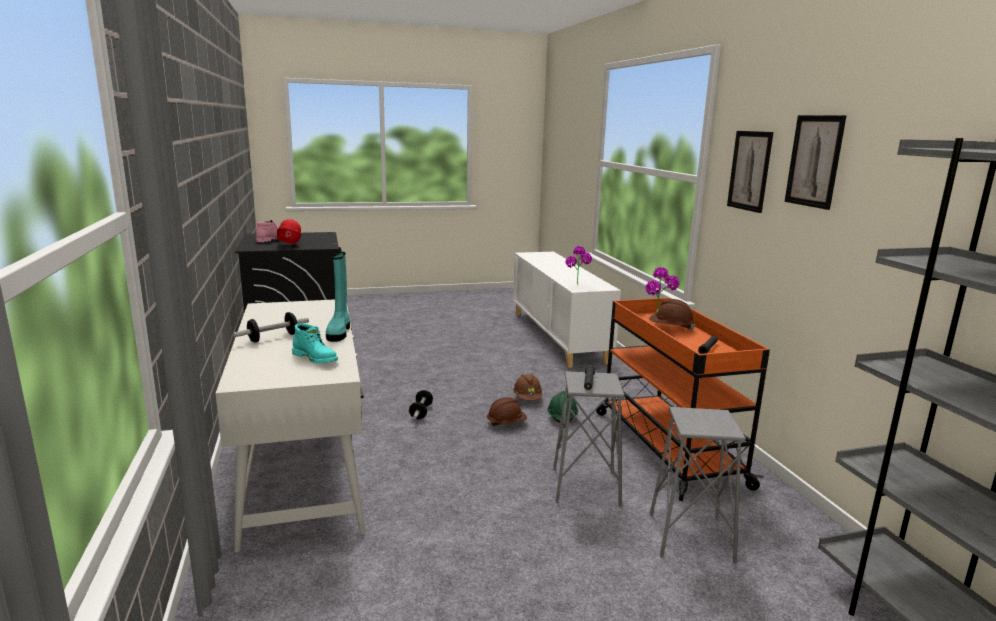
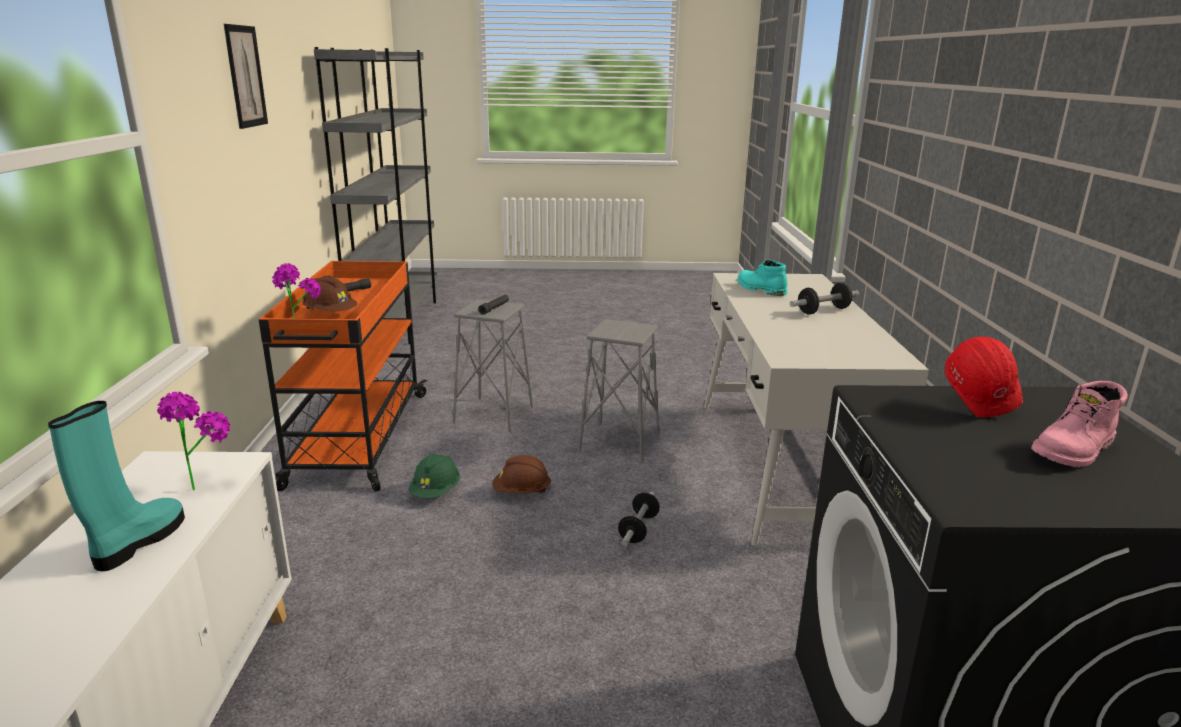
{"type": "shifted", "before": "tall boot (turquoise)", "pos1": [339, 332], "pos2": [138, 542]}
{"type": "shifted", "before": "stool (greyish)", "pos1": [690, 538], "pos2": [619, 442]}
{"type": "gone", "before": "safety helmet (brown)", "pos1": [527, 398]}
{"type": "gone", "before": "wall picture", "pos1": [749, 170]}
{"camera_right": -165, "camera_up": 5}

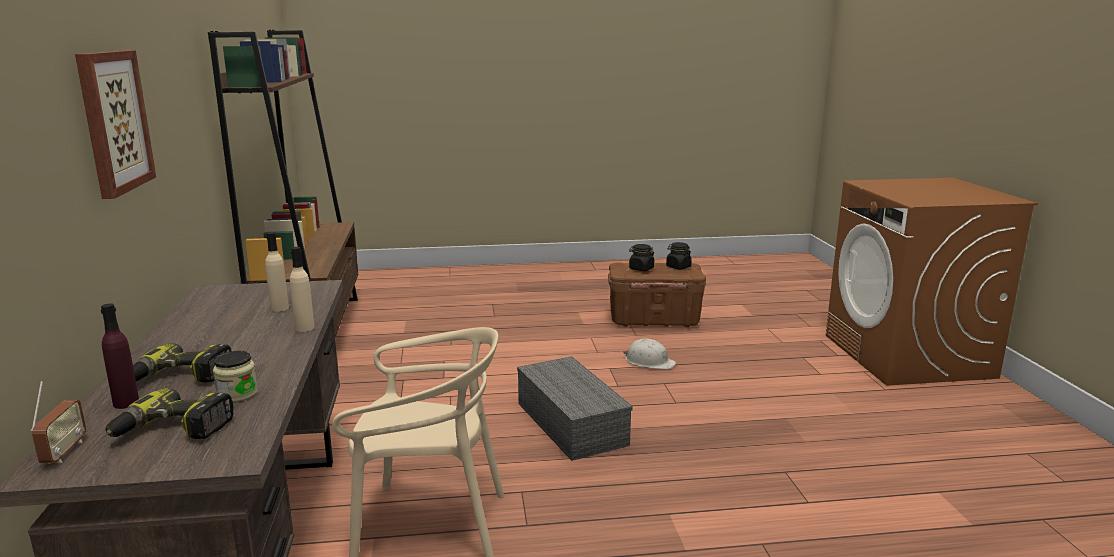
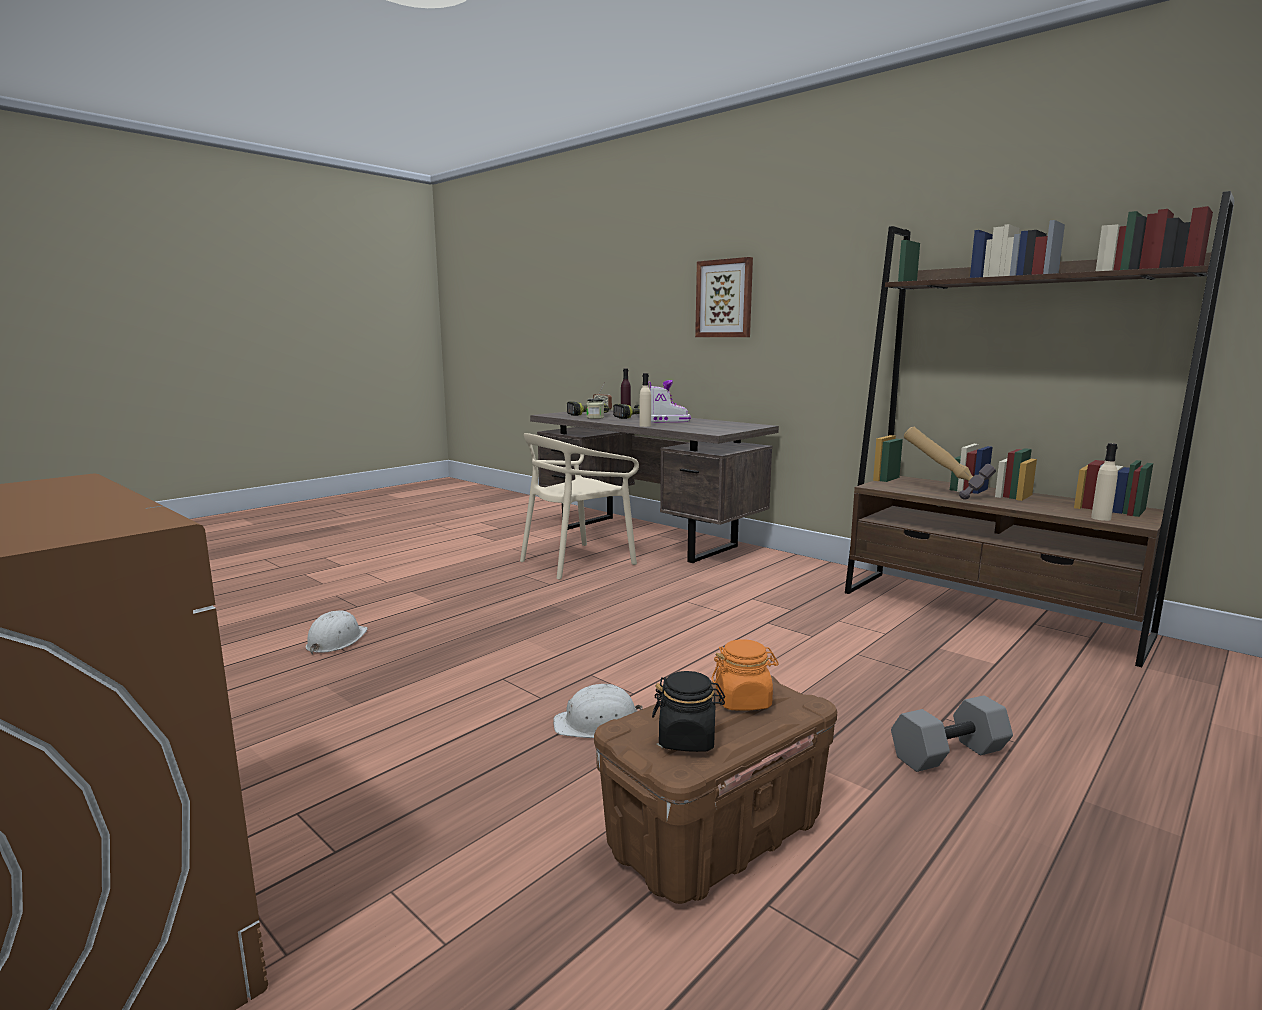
{"type": "new", "after": "safety helmet (white-coloured)", "pos2": [336, 640]}
{"type": "new", "after": "tall boot", "pos2": [667, 421]}
{"type": "repainted", "before": "jar (black)", "after": "jar (orange-coloured)", "pos1": [641, 269], "pos2": [743, 701]}
{"type": "new", "after": "free weight (greyish)", "pos2": [949, 755]}
{"type": "new", "after": "hammer", "pos2": [944, 494]}
{"type": "shifted", "before": "drink bottle (sand-coloured)", "pos1": [279, 308], "pos2": [1101, 518]}
{"type": "gone", "before": "storage container (greyish)", "pos1": [569, 423]}
{"camera_right": 140, "camera_up": -5}

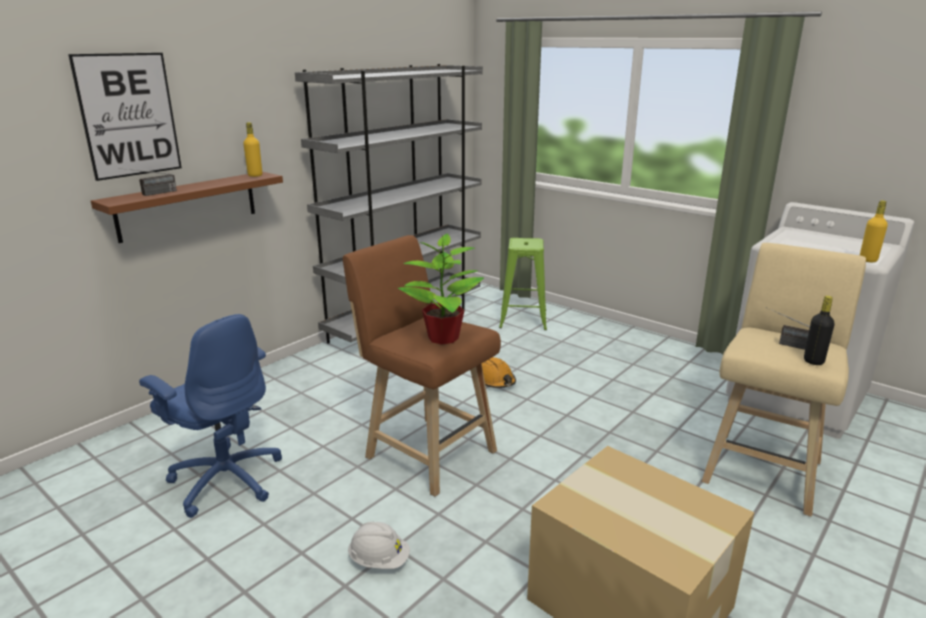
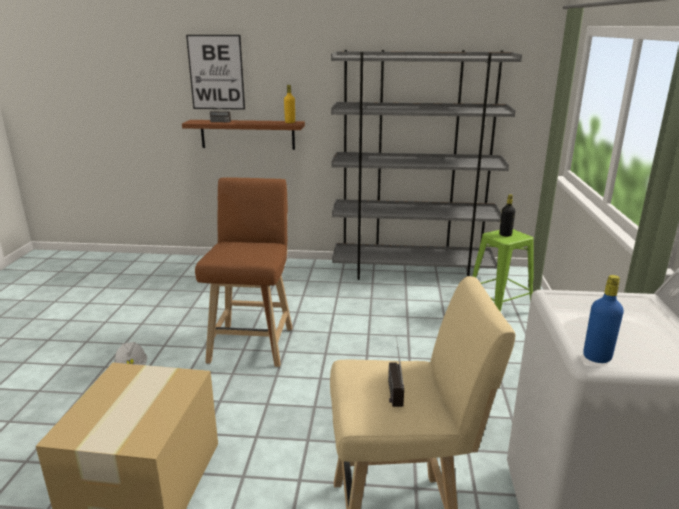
{"type": "shifted", "before": "drink bottle (black)", "pos1": [813, 361], "pos2": [505, 234]}
{"type": "repainted", "before": "drink bottle (yellowish)", "after": "drink bottle (blue-coloured)", "pos1": [868, 260], "pos2": [597, 357]}
{"type": "gone", "before": "computer chair (blue-coloured)", "pos1": [226, 479]}
{"type": "gone", "before": "plant in a pot", "pos1": [442, 338]}
{"type": "gone", "before": "safety helmet (orange-coloured)", "pos1": [495, 381]}
{"camera_right": 55, "camera_up": 0}

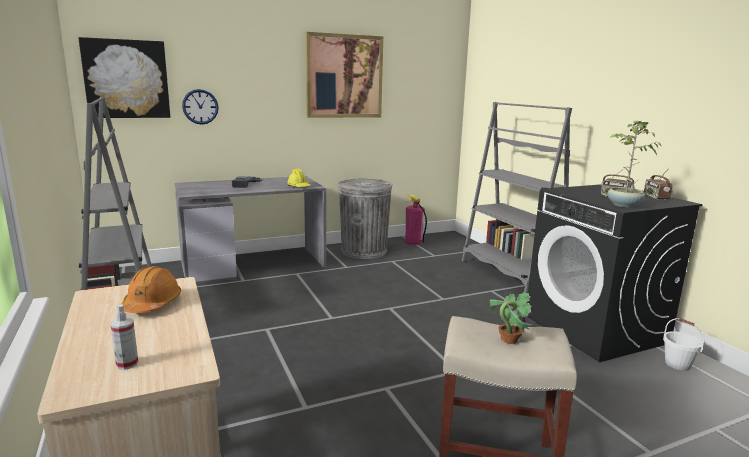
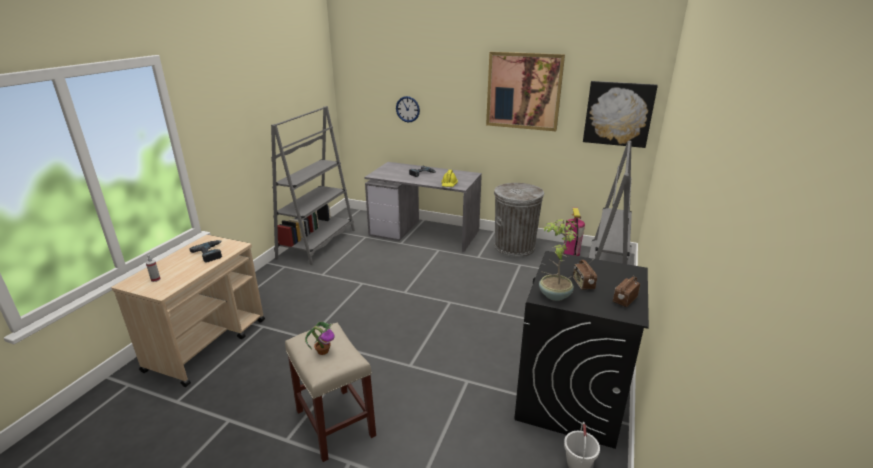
{"type": "swapped", "before": "safety helmet (orange-coloured)", "after": "power drill", "pos1": [152, 304], "pos2": [211, 253]}
{"type": "shifted", "before": "wall picture", "pos1": [126, 79], "pos2": [618, 114]}
{"camera_right": 45, "camera_up": 10}

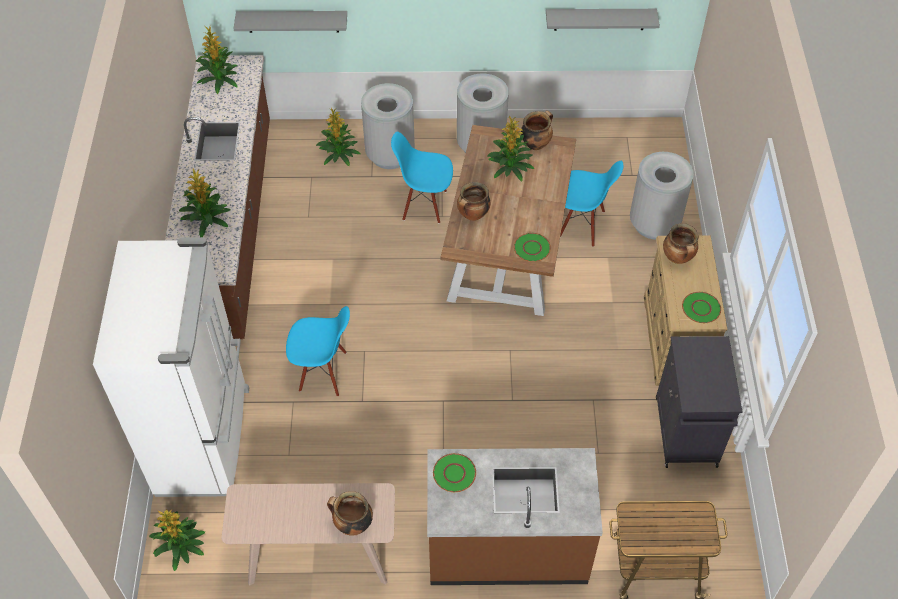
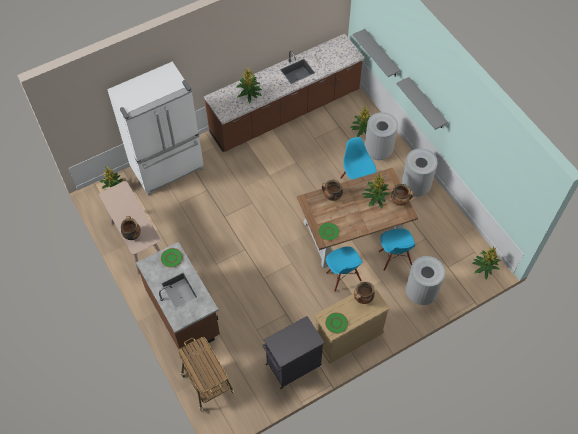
{"type": "shifted", "before": "plain chair (blue-coloured)", "pos1": [323, 372], "pos2": [343, 277]}
{"type": "shifted", "before": "bracket shelf (greyish)", "pos1": [599, 19], "pos2": [427, 104]}
{"type": "shifted", "before": "plant in a pot", "pos1": [219, 79], "pos2": [484, 267]}
{"camera_right": 60, "camera_up": 5}

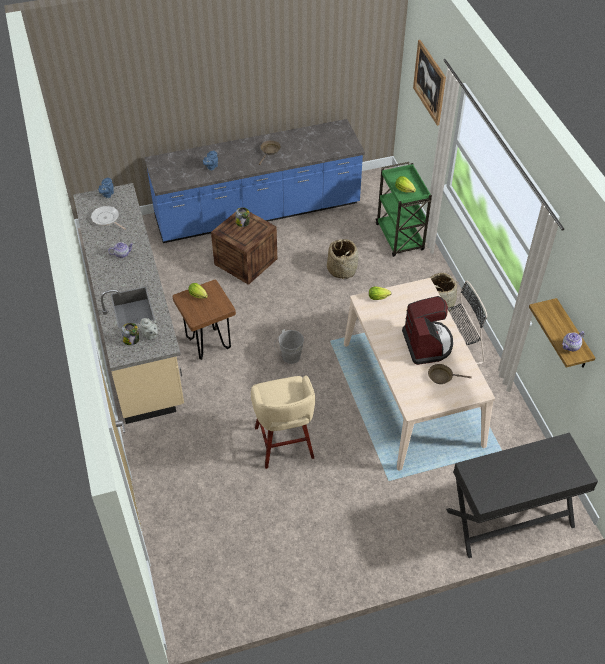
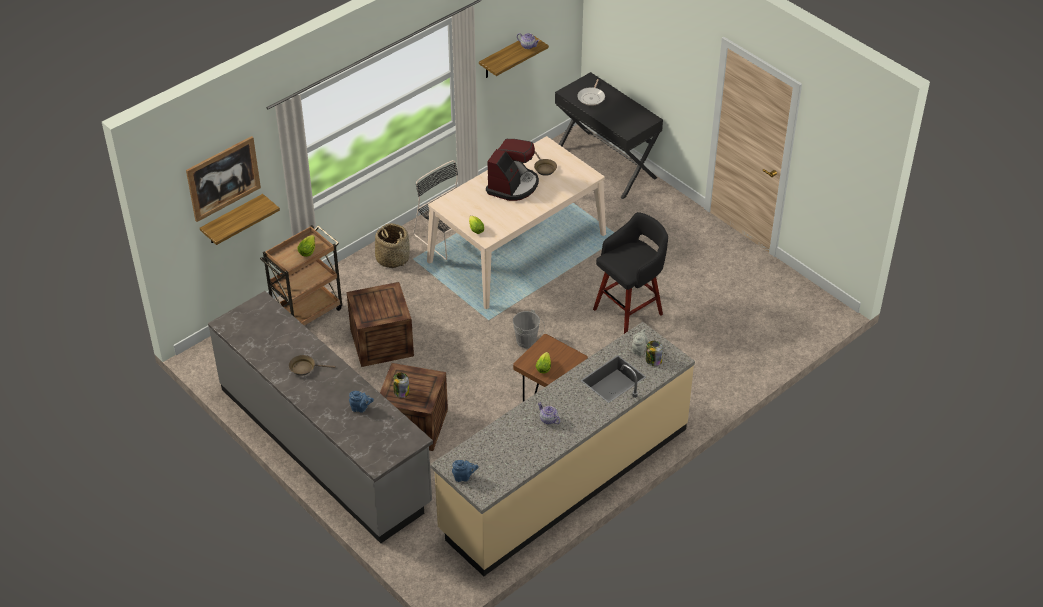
{"type": "new", "after": "bracket shelf", "pos2": [233, 220]}
{"type": "repainted", "before": "counter (blue-coloured)", "after": "counter (greyish)", "pos1": [257, 212], "pos2": [325, 446]}
{"type": "repainted", "before": "trolley (green)", "after": "trolley (brown)", "pos1": [400, 238], "pos2": [307, 312]}
{"type": "swapped", "before": "basket", "after": "shipping crate", "pos1": [342, 269], "pos2": [381, 342]}
{"type": "rotated", "before": "coffee maker", "pos1": [427, 344], "pos2": [513, 185], "turn": 150}
{"type": "shifted", "before": "skillet", "pos1": [106, 219], "pos2": [591, 97]}
{"type": "repainted", "before": "stool (sand-coloured)", "after": "stool (black)", "pos1": [284, 444], "pos2": [630, 311]}
{"camera_right": -115, "camera_up": -5}

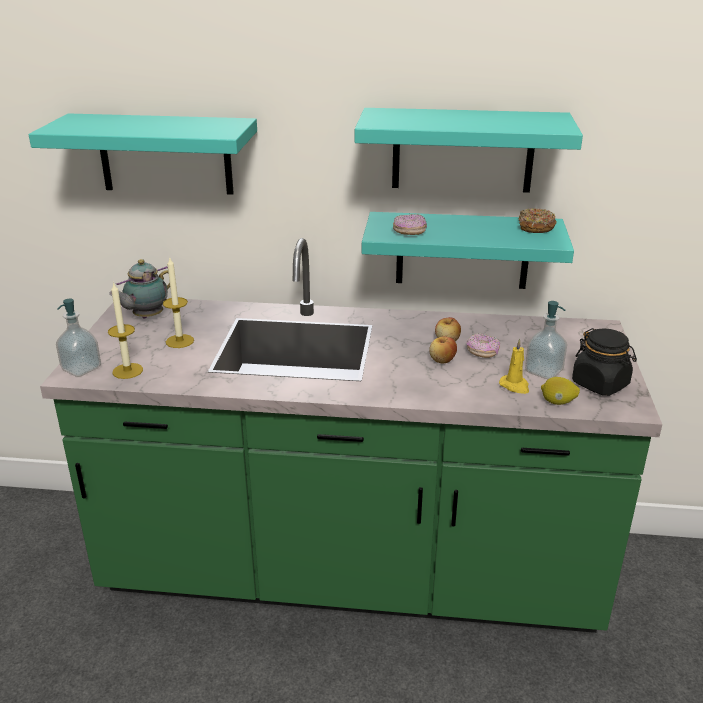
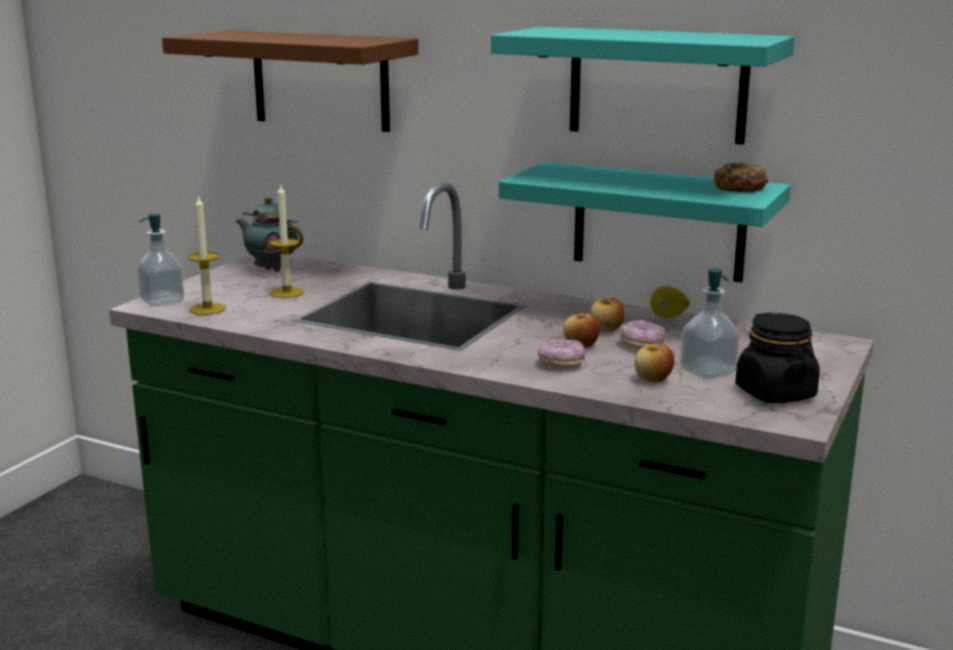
{"type": "repainted", "before": "bracket shelf (turquoise)", "after": "bracket shelf (brown)", "pos1": [165, 154], "pos2": [320, 80]}
{"type": "rotated", "before": "pot for tea", "pos1": [146, 317], "pos2": [271, 270], "turn": 60}
{"type": "shifted", "before": "doughnut", "pos1": [409, 232], "pos2": [560, 364]}
{"type": "swapped", "before": "candle (yellowish)", "after": "apple", "pos1": [515, 386], "pos2": [653, 380]}
{"type": "shifted", "before": "whole lemon", "pos1": [557, 402], "pos2": [667, 317]}
{"camera_right": 20, "camera_up": -10}

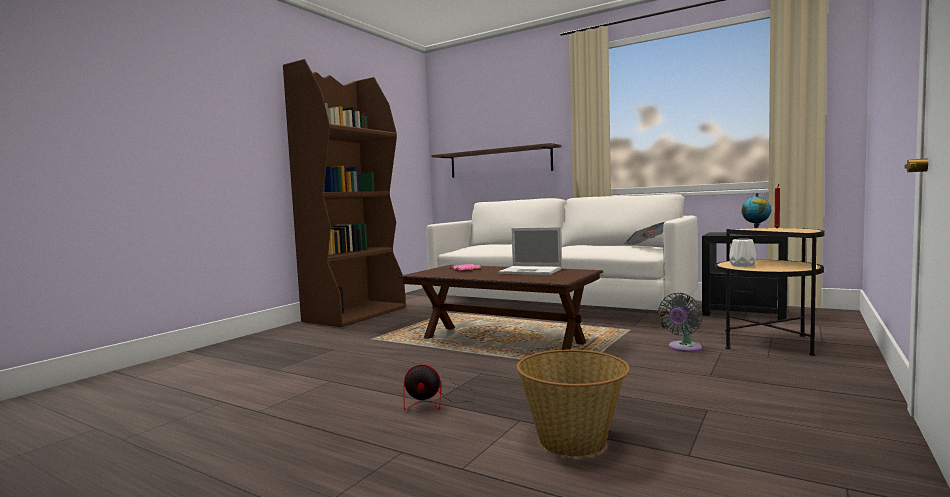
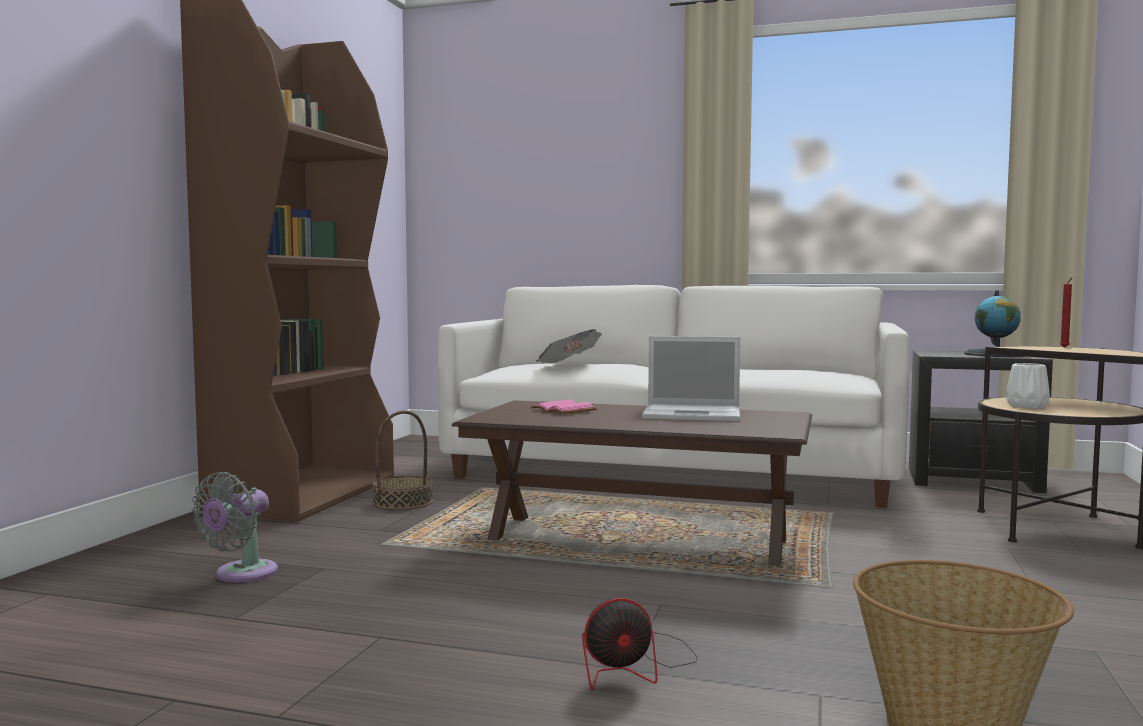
{"type": "shifted", "before": "cooling fan (greyish)", "pos1": [683, 348], "pos2": [241, 574]}
{"type": "new", "after": "basket", "pos2": [402, 502]}
{"type": "shifted", "before": "printed paper", "pos1": [646, 246], "pos2": [568, 365]}
{"type": "gone", "before": "bracket shelf", "pos1": [499, 162]}
{"camera_right": -15, "camera_up": 0}

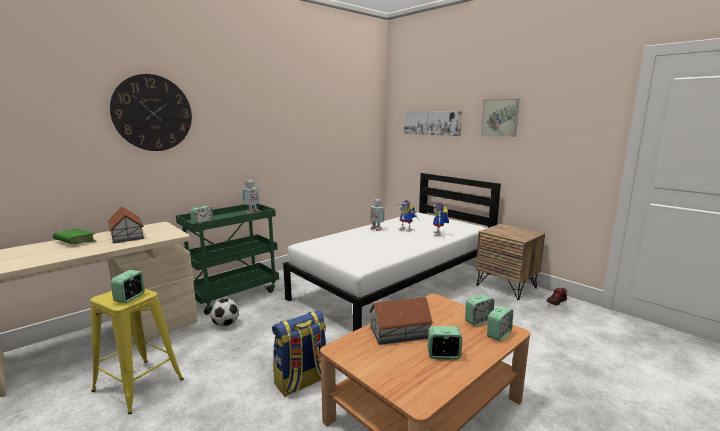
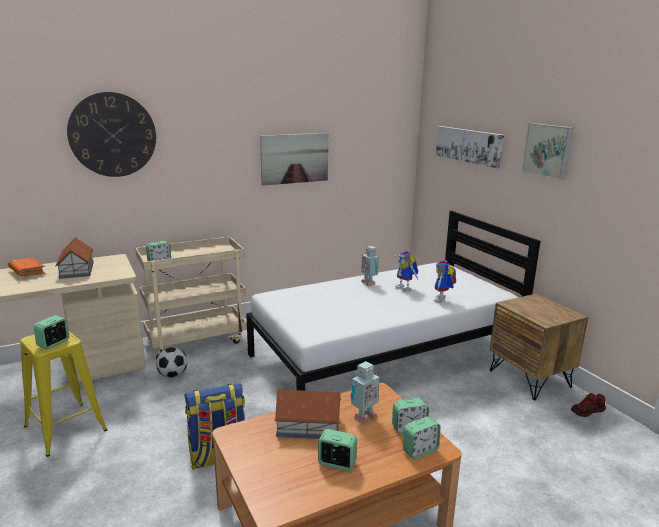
{"type": "repainted", "before": "bound book (green)", "after": "bound book (orange-coloured)", "pos1": [75, 242], "pos2": [27, 272]}
{"type": "repainted", "before": "trolley (green)", "after": "trolley (sand-coloured)", "pos1": [234, 294], "pos2": [197, 340]}
{"type": "new", "after": "wall picture", "pos2": [294, 158]}
{"type": "shifted", "before": "model robot", "pos1": [251, 212], "pos2": [363, 417]}
{"camera_right": 15, "camera_up": 5}

